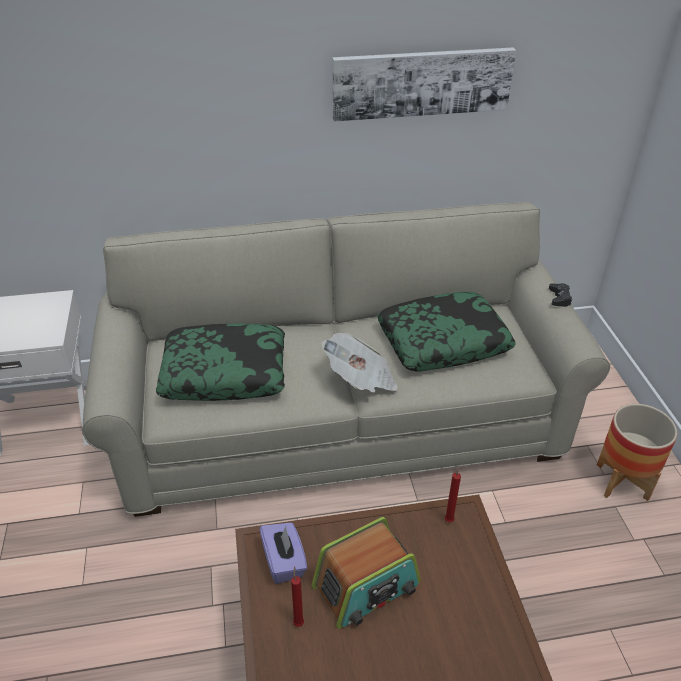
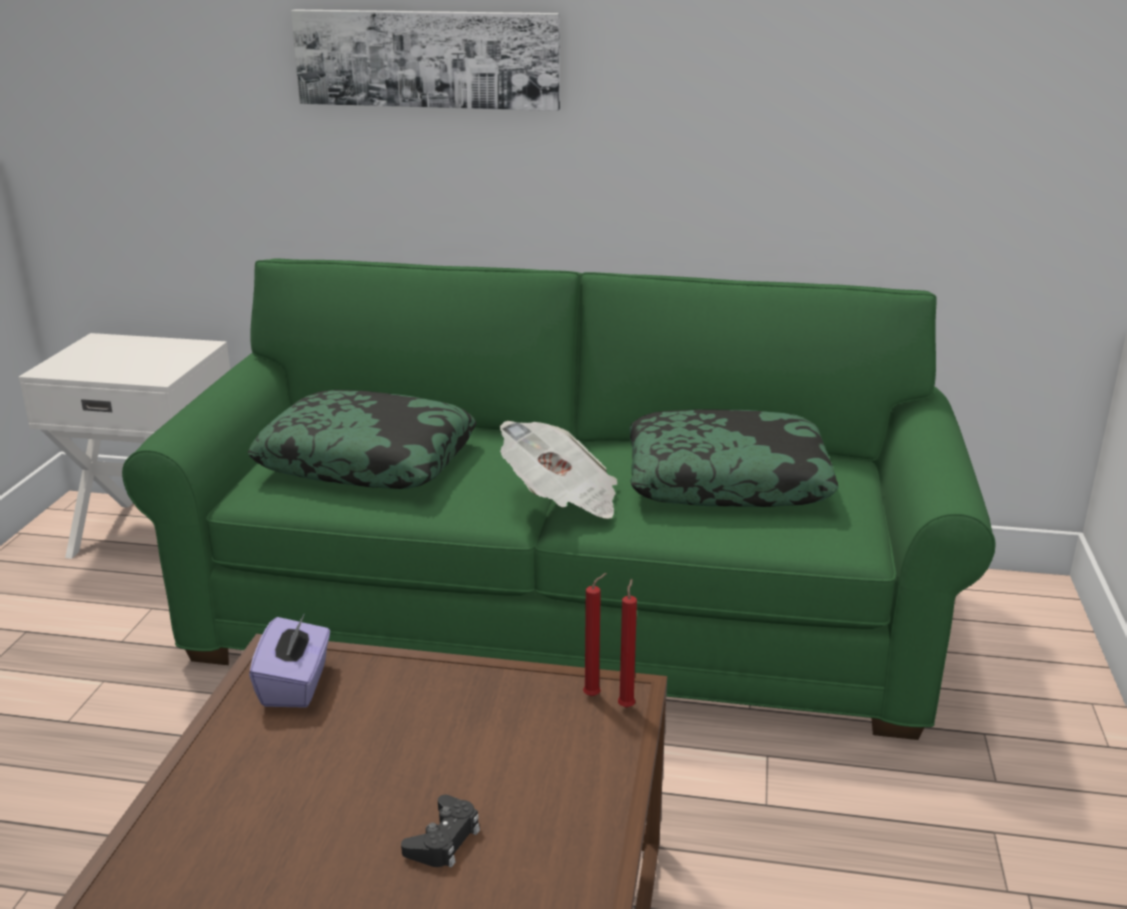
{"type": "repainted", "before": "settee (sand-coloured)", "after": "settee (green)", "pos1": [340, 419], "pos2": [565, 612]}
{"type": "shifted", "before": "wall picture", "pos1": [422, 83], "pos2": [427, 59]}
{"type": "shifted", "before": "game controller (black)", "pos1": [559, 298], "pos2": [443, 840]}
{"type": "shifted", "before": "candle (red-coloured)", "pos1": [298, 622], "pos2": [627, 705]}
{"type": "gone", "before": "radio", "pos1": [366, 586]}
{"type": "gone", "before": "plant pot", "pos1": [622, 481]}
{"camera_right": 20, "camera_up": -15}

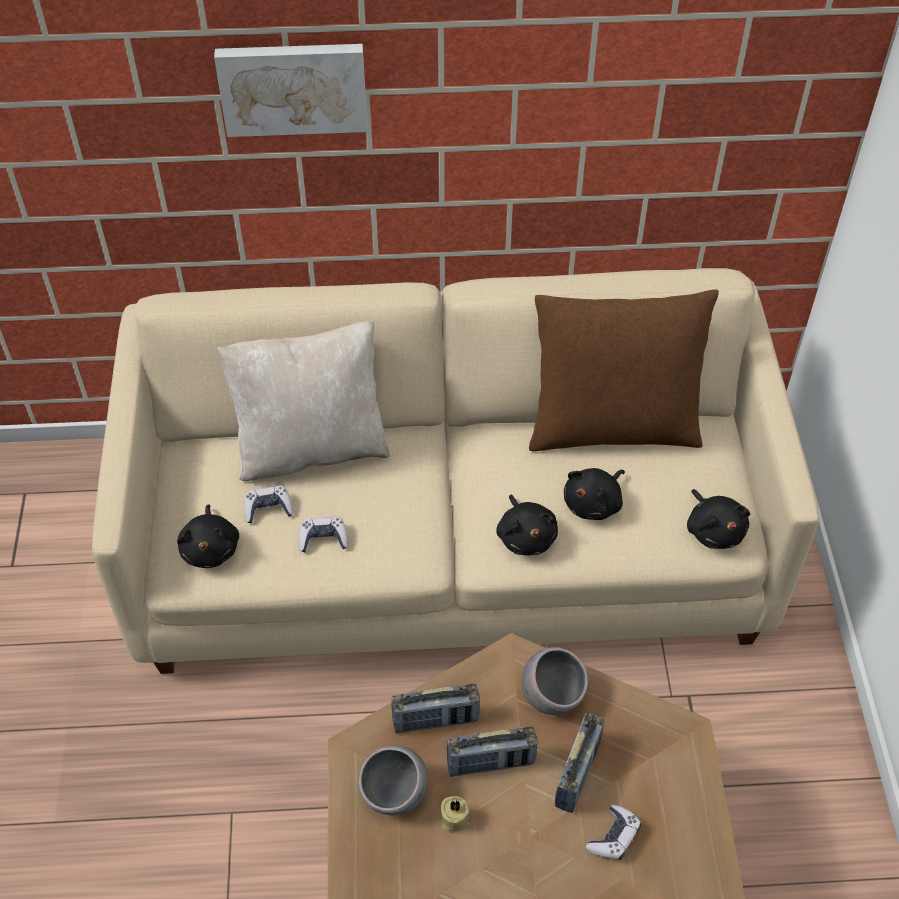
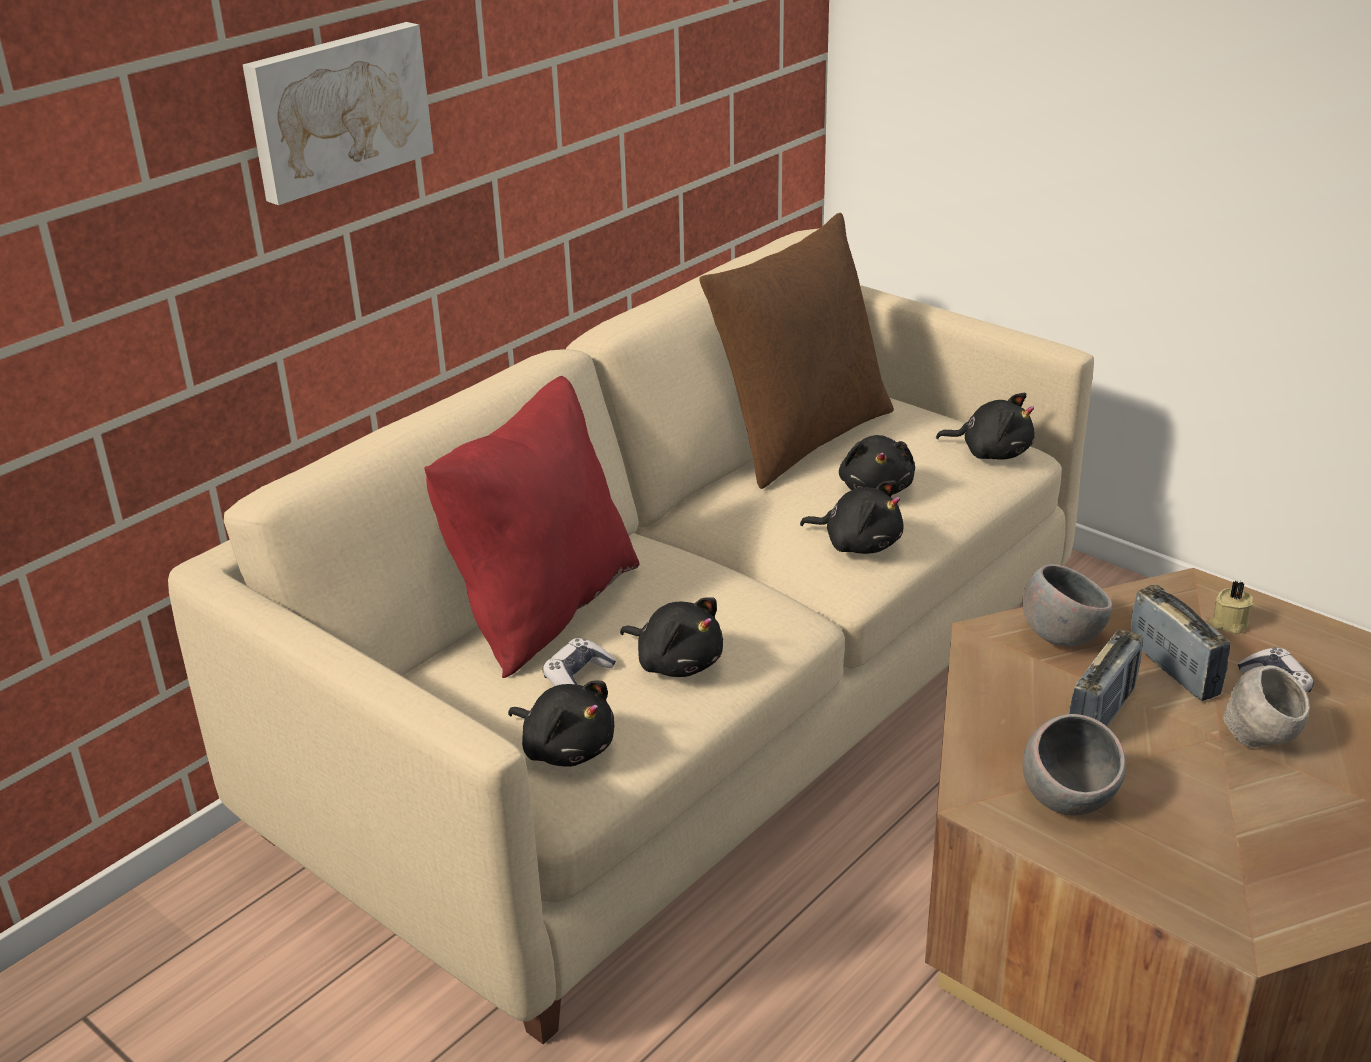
{"type": "repainted", "before": "throw pillow (sand-coloured)", "after": "throw pillow (red-coloured)", "pos1": [311, 447], "pos2": [542, 609]}
{"type": "swapped", "before": "game controller", "after": "plush toy (black)", "pos1": [323, 539], "pos2": [676, 662]}
{"type": "shifted", "before": "candle (sand-coloured)", "pos1": [453, 817], "pos2": [1227, 624]}
{"type": "new", "after": "serving bowl (greyish)", "pos2": [1259, 741]}
{"type": "gone", "before": "radio", "pos1": [435, 720]}
{"camera_right": -45, "camera_up": -20}

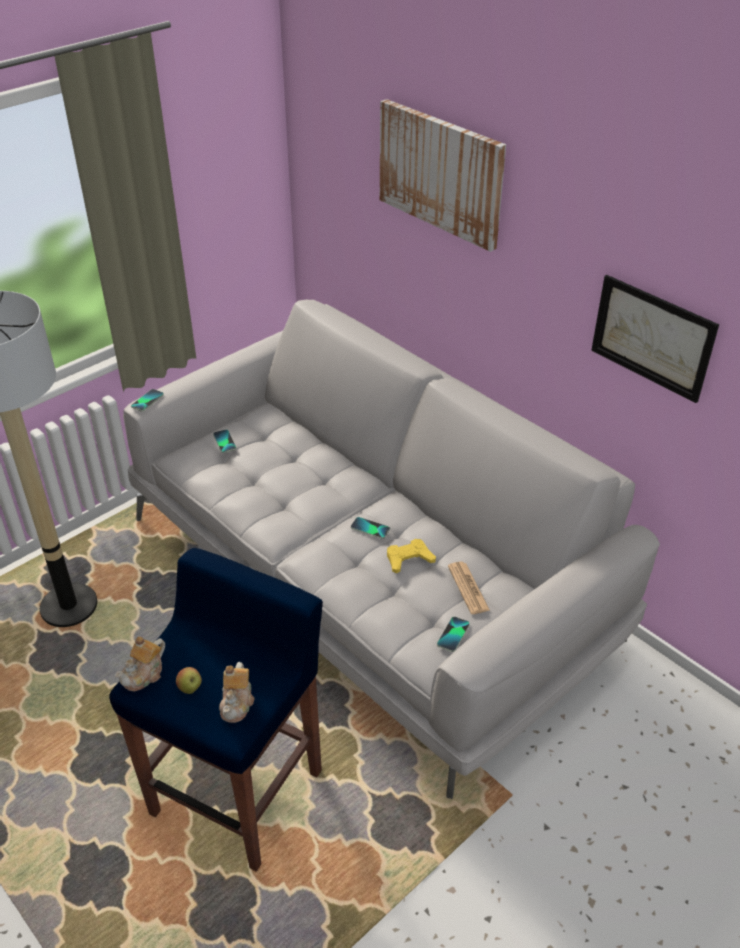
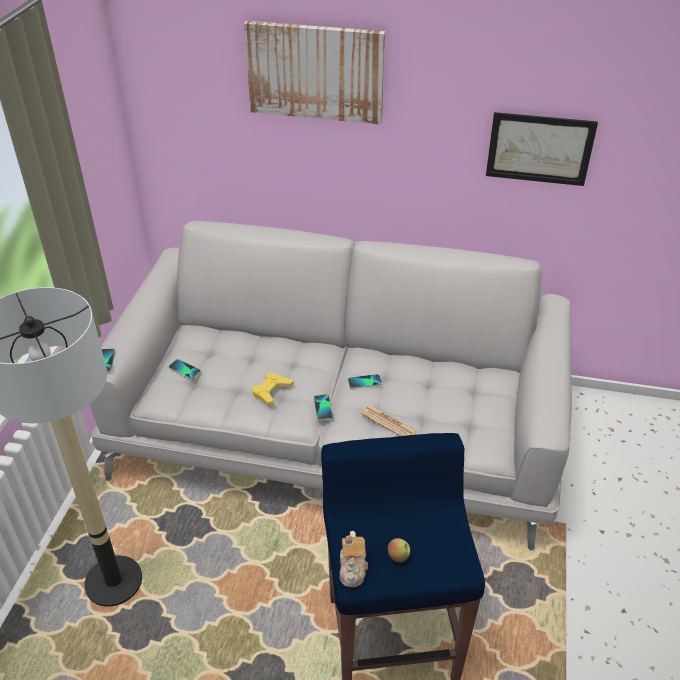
{"type": "shifted", "before": "game controller (yellowish)", "pos1": [409, 559], "pos2": [271, 391]}
{"type": "shifted", "before": "phone", "pos1": [453, 635], "pos2": [323, 408]}
{"type": "shifted", "before": "printed paper", "pos1": [468, 588], "pos2": [388, 423]}
{"type": "gone", "before": "pot for tea", "pos1": [237, 703]}
{"camera_right": -35, "camera_up": 0}

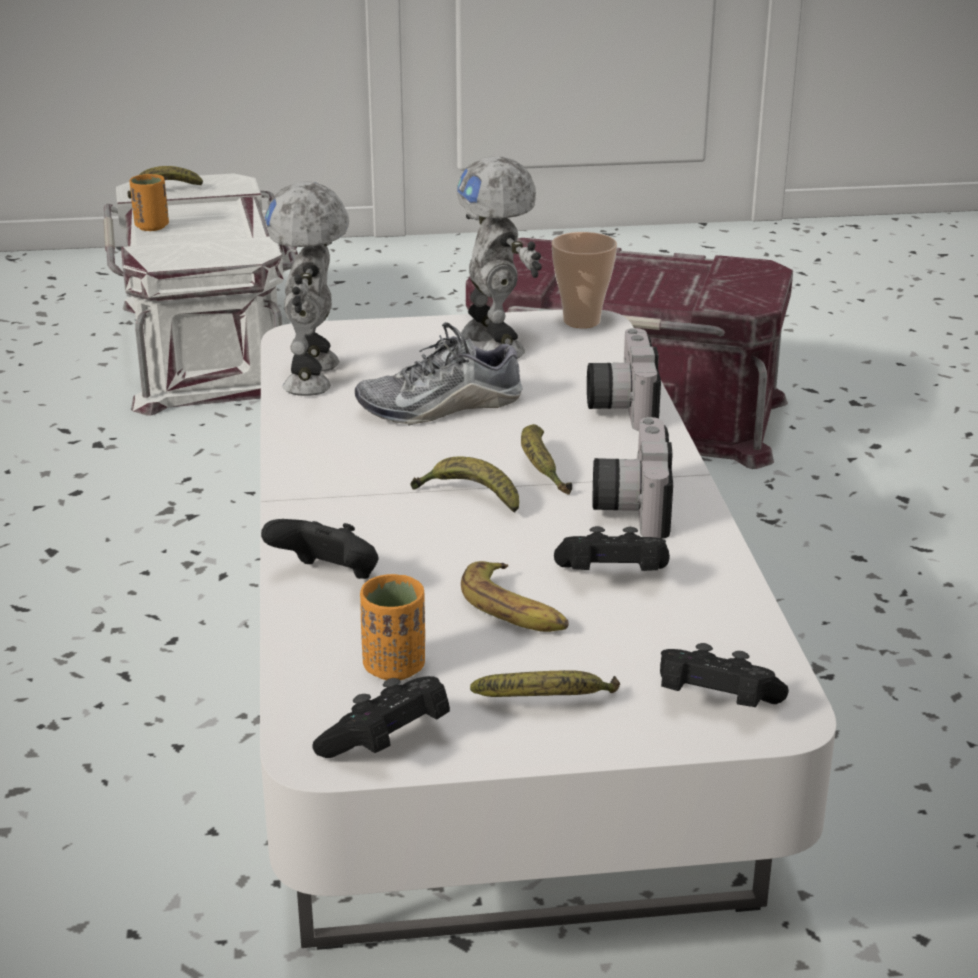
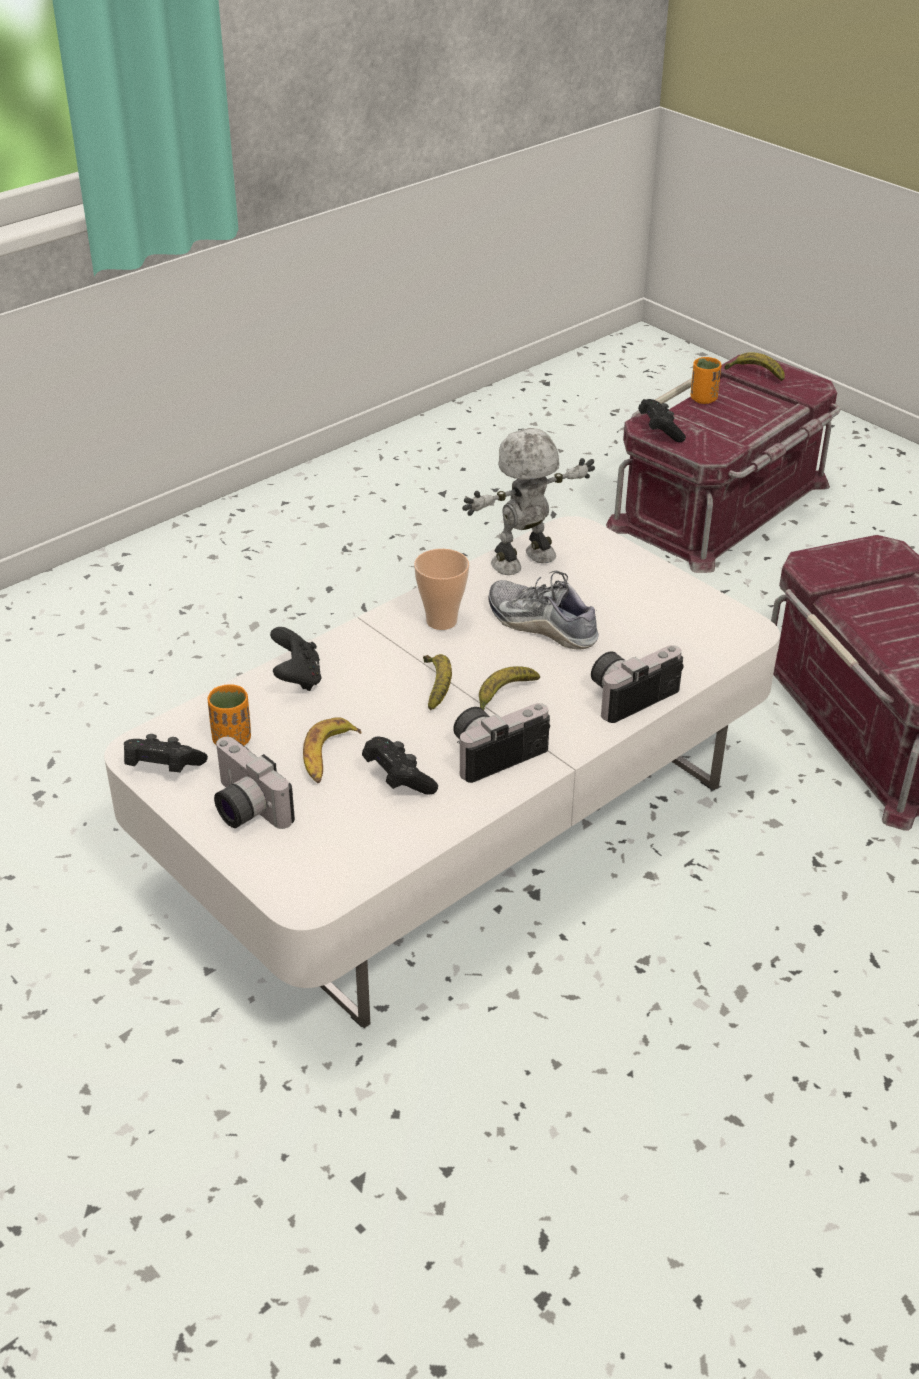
{"type": "swapped", "before": "banana fruit", "after": "still camera", "pos1": [548, 704], "pos2": [243, 808]}
{"type": "shifted", "before": "drinking cup", "pos1": [581, 321], "pos2": [441, 621]}
{"type": "repainted", "before": "storage container (white-coloured)", "after": "storage container (red-coloured)", "pos1": [210, 348], "pos2": [722, 506]}
{"type": "shifted", "before": "game controller (black)", "pos1": [714, 703], "pos2": [660, 431]}
{"type": "gone", "before": "model robot", "pos1": [496, 344]}
{"camera_right": 55, "camera_up": 10}

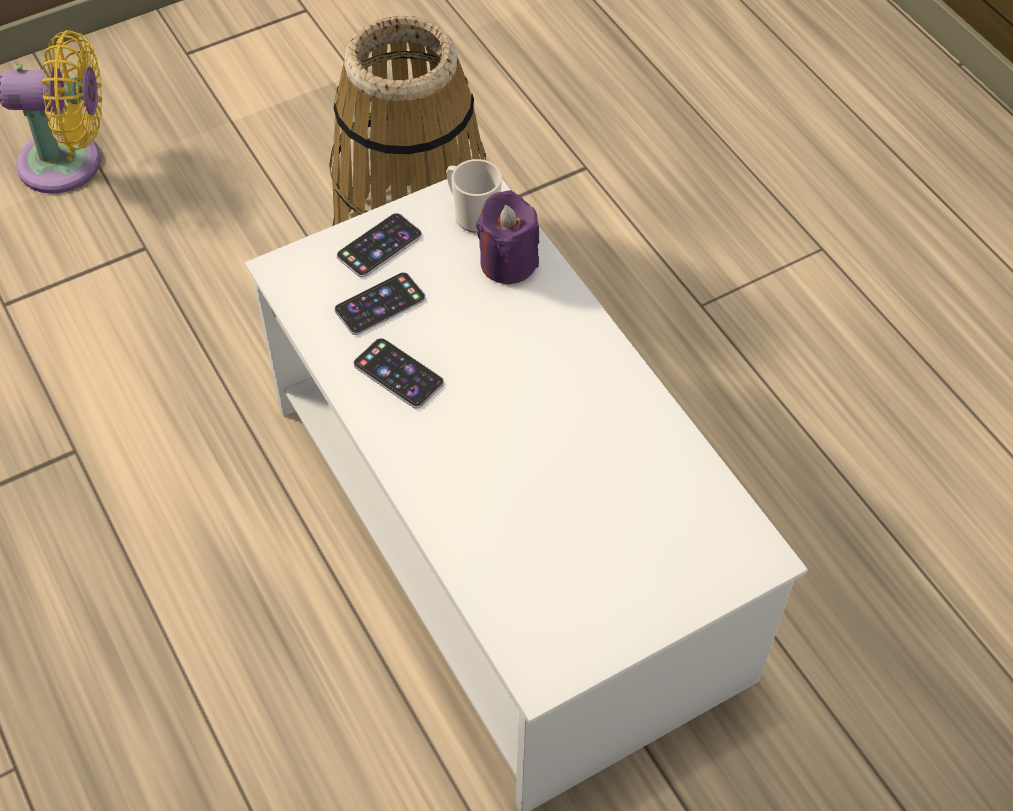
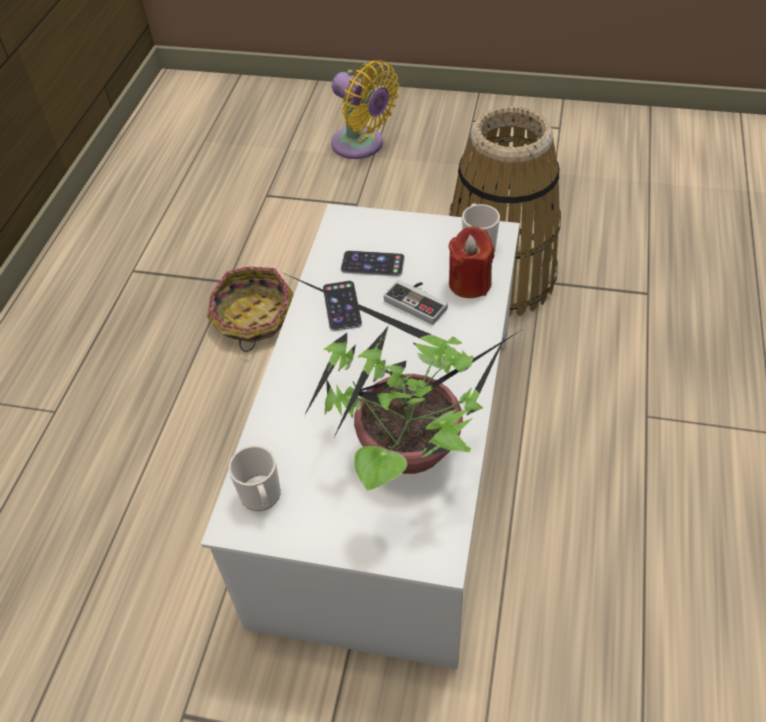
{"type": "new", "after": "basket", "pos2": [253, 318]}
{"type": "new", "after": "coffee mug", "pos2": [262, 497]}
{"type": "new", "after": "plant in a pot", "pos2": [404, 446]}
{"type": "new", "after": "game controller", "pos2": [419, 301]}
{"type": "repainted", "before": "candle (purple-coloured)", "after": "candle (red-coloured)", "pos1": [508, 262], "pos2": [469, 283]}
{"type": "gone", "before": "phone", "pos1": [379, 245]}
{"camera_right": 45, "camera_up": -5}

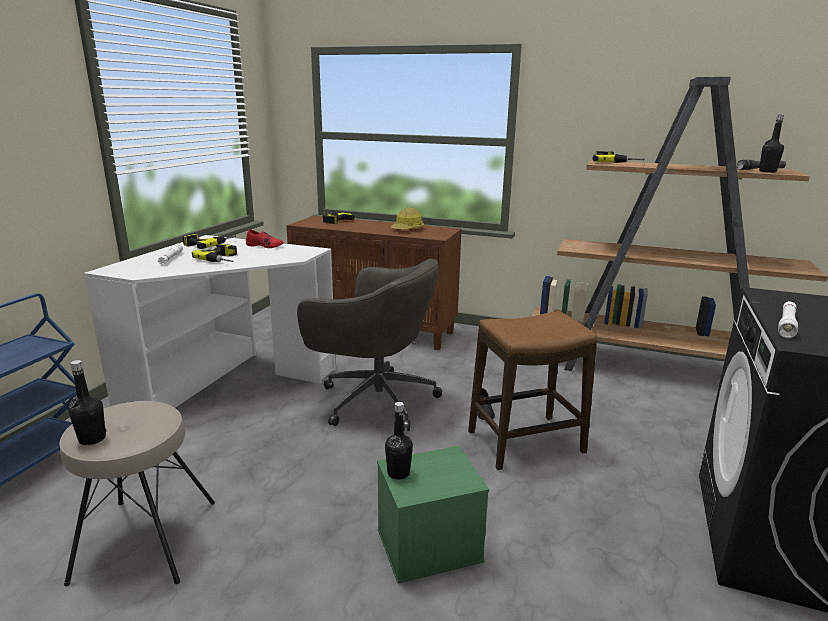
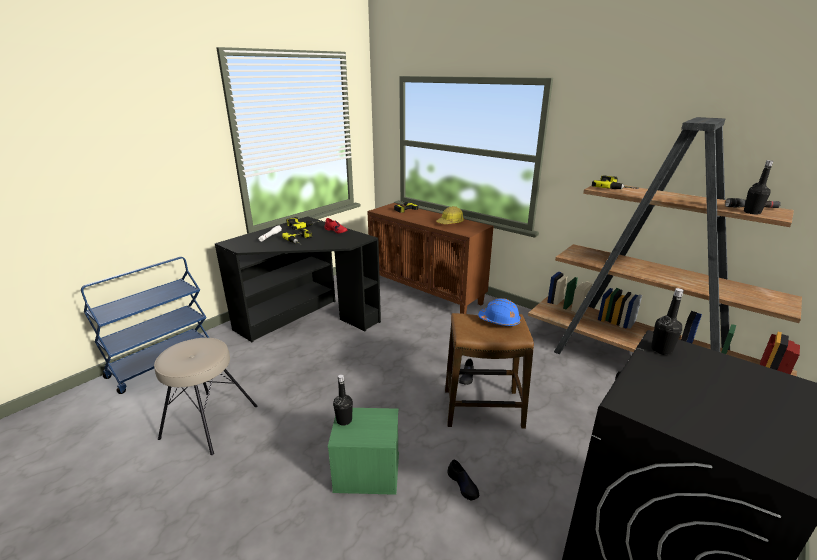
{"type": "repainted", "before": "desk table (white-coloured)", "after": "desk table (black)", "pos1": [228, 382], "pos2": [308, 320]}
{"type": "new", "after": "shoe (black)", "pos2": [463, 484]}
{"type": "new", "after": "safety helmet (blue-coloured)", "pos2": [499, 320]}
{"type": "shifted", "before": "drink bottle (black)", "pos1": [92, 439], "pos2": [661, 350]}
{"type": "gone", "before": "computer chair (greyish)", "pos1": [375, 400]}
{"type": "gone", "before": "torch (white-coloured)", "pos1": [786, 325]}
{"camera_right": 20, "camera_up": 5}

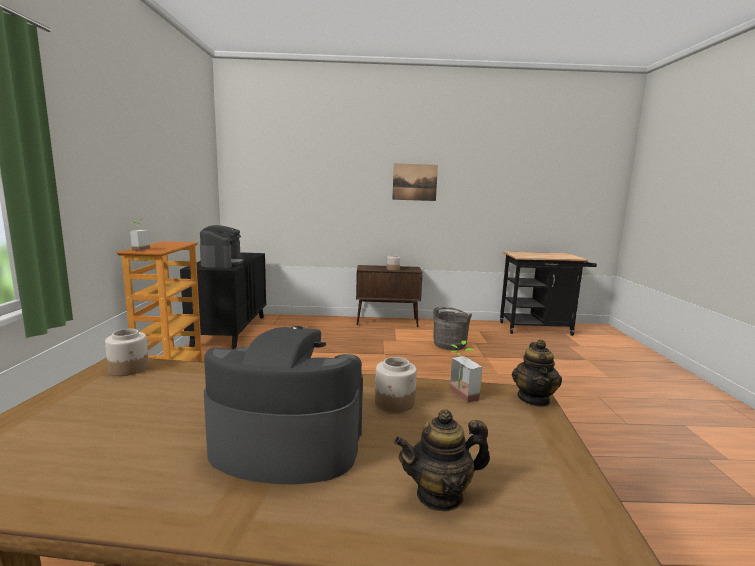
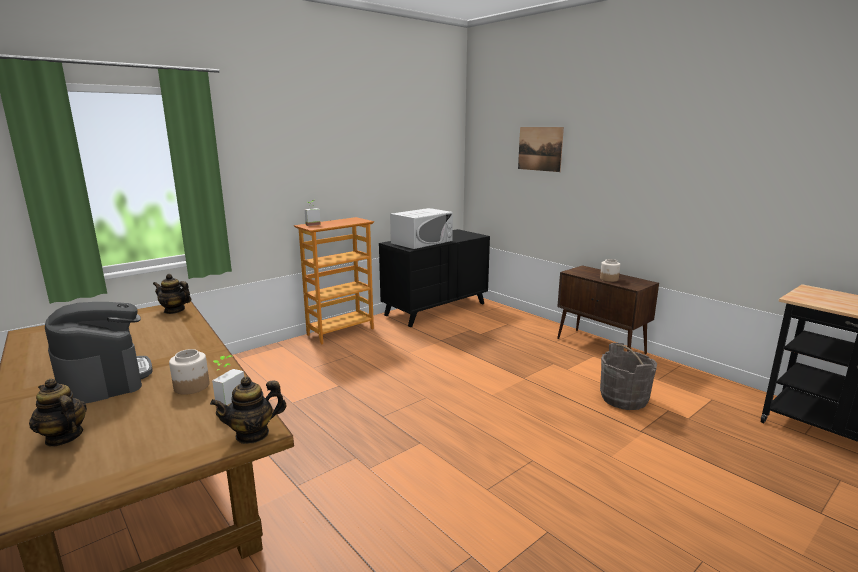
{"type": "swapped", "before": "jar", "after": "pot for tea", "pos1": [129, 369], "pos2": [174, 310]}
{"type": "swapped", "before": "coffee maker", "after": "microwave oven (white-coloured)", "pos1": [222, 263], "pos2": [422, 242]}
{"type": "shifted", "before": "wall picture", "pos1": [414, 182], "pos2": [540, 148]}
{"camera_right": 50, "camera_up": 5}

